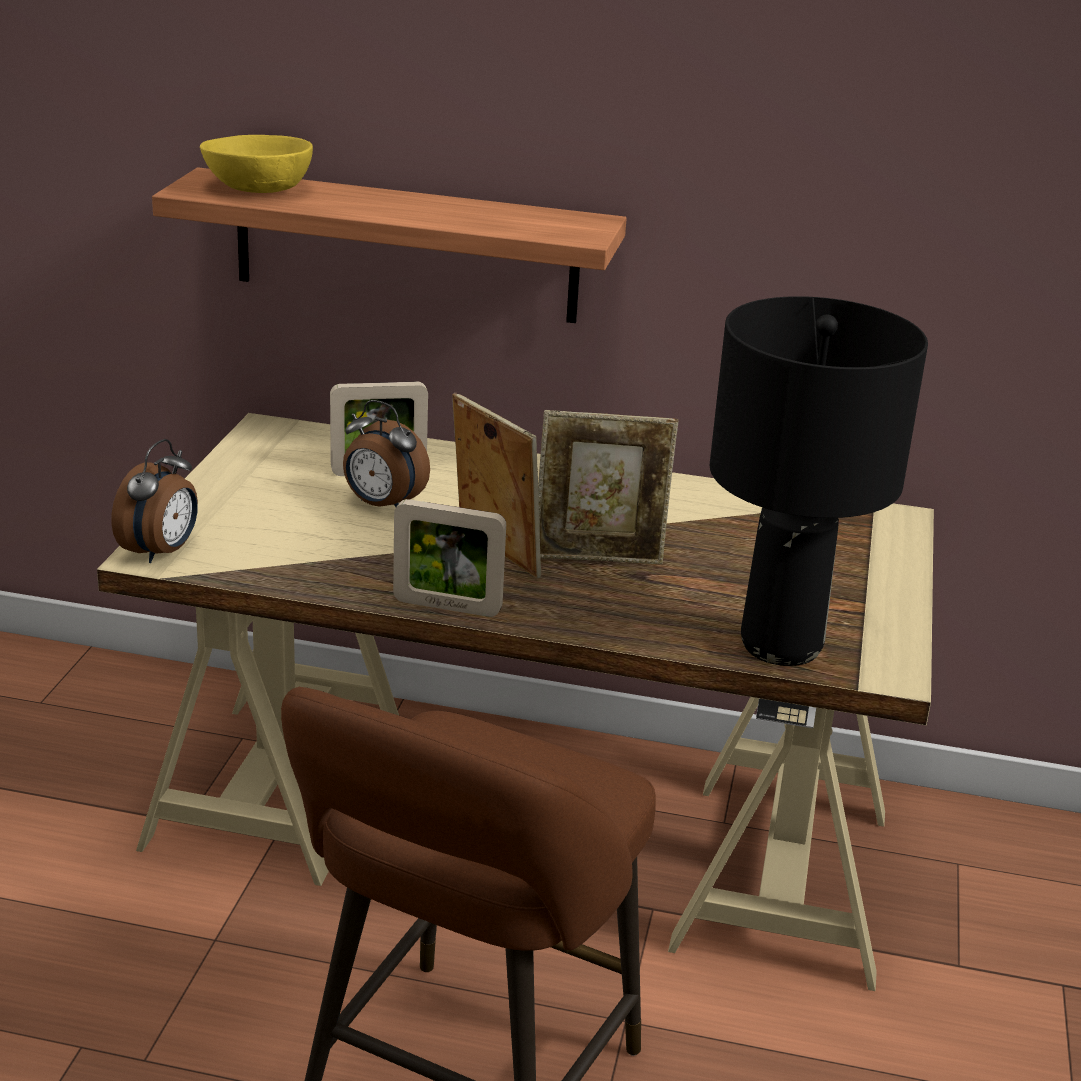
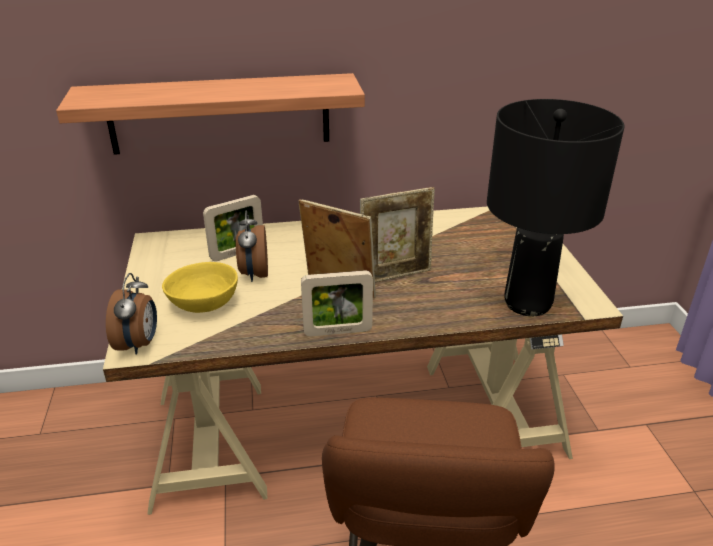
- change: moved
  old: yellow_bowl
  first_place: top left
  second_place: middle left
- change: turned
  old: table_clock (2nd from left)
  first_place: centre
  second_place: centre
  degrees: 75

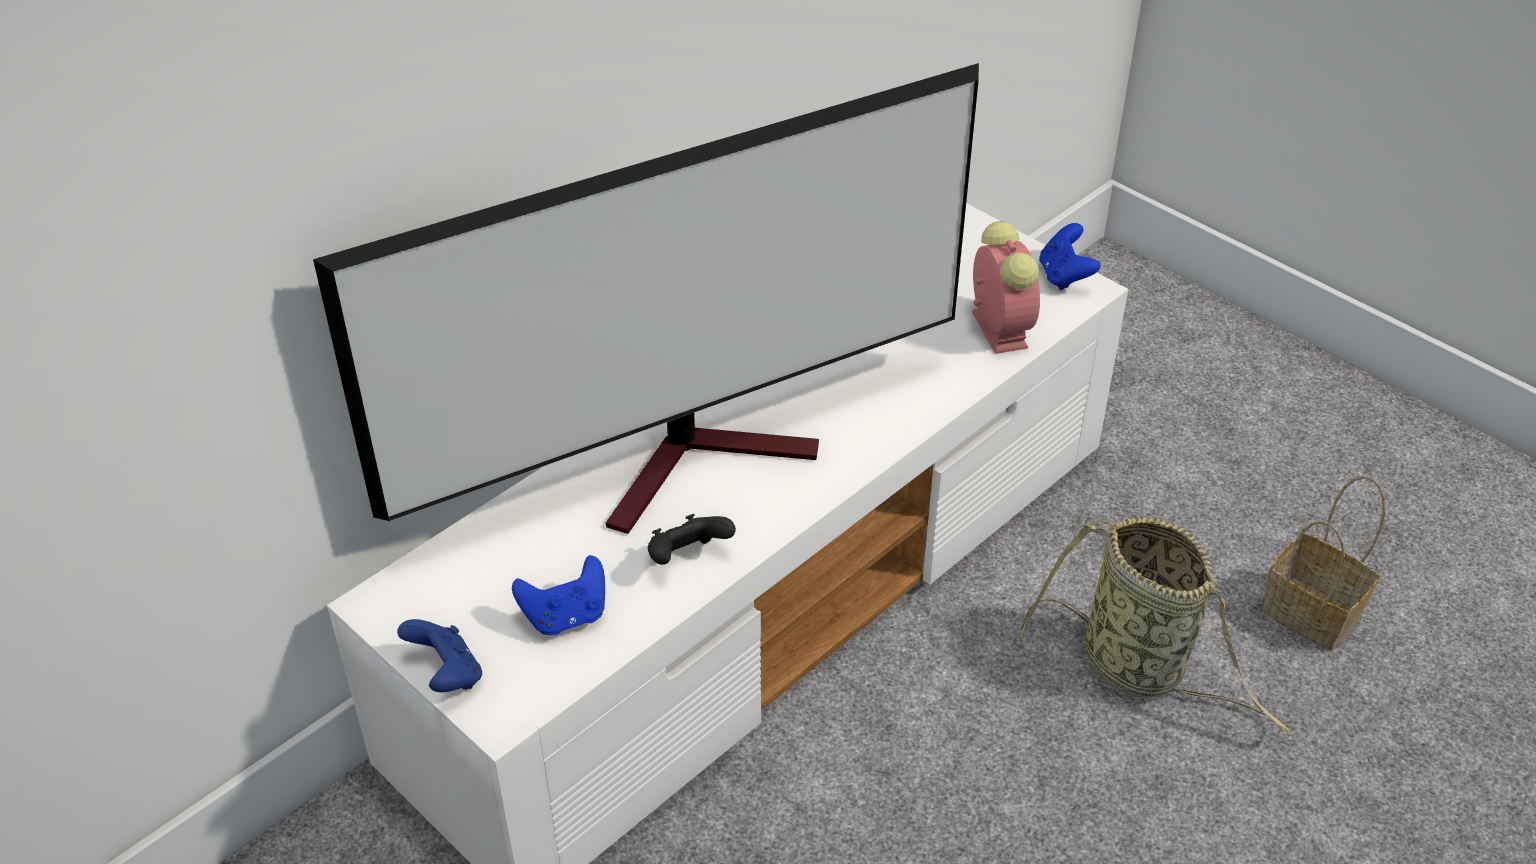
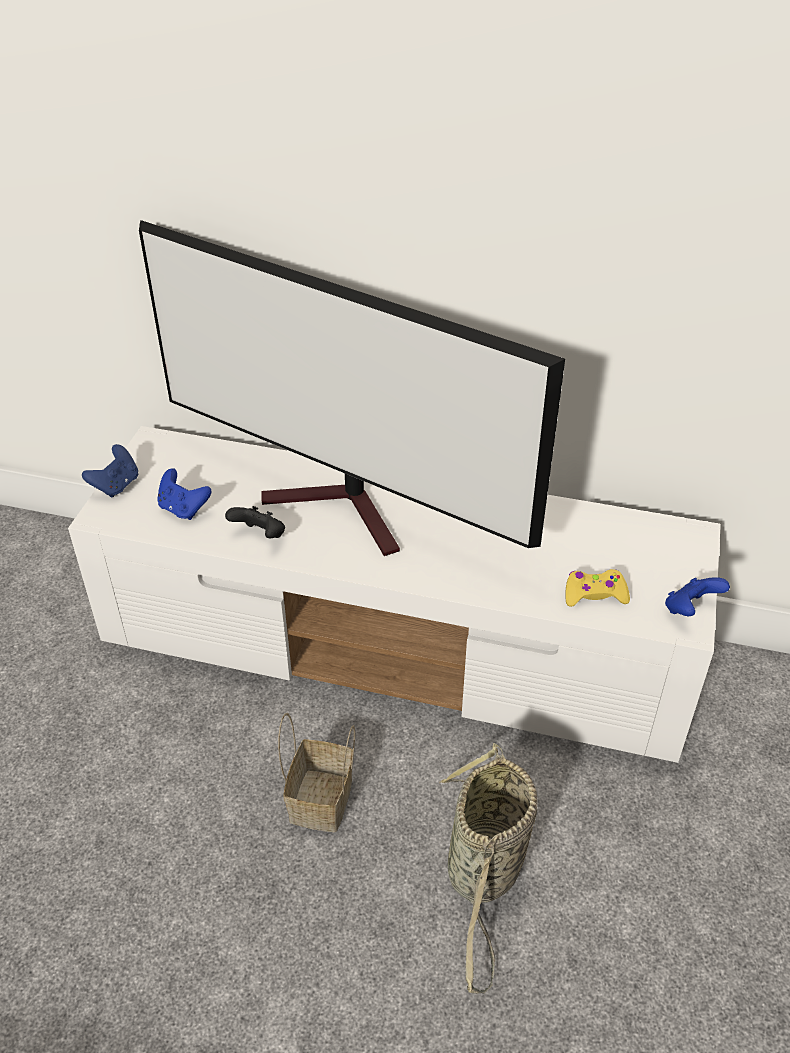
- change: moved
  old: storage_basket (2nd from left in the first image)
  new: storage_basket (1st from left)
  first_place: middle right
  second_place: bottom centre
- change: replaced
  old: table_clock
  new: yellow_gamepad
  first_place: top centre
  second_place: middle right

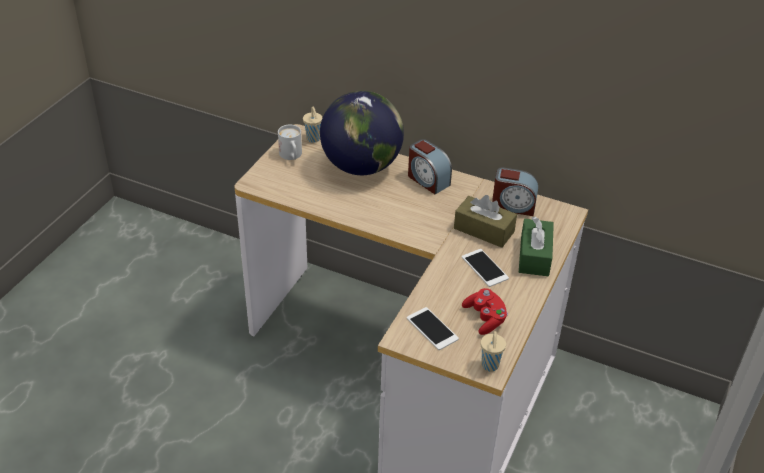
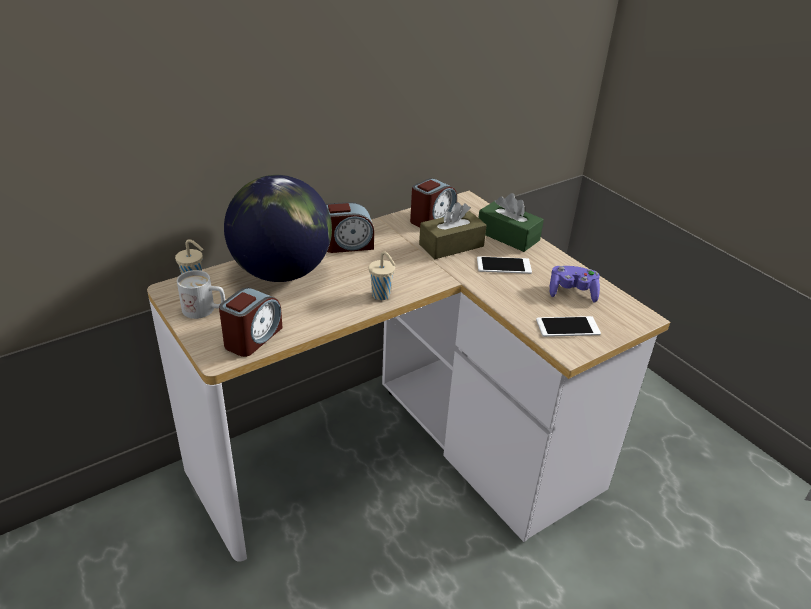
- change: added
  new: table_clock (1st from left)
  second_place: middle left
- change: moved
  old: beige_small_cup (2nd from left)
  first_place: bottom centre
  second_place: centre
- change: recoloured
  old: red_gamepad
  new: purple_gamepad
  first_place: centre
  second_place: middle right

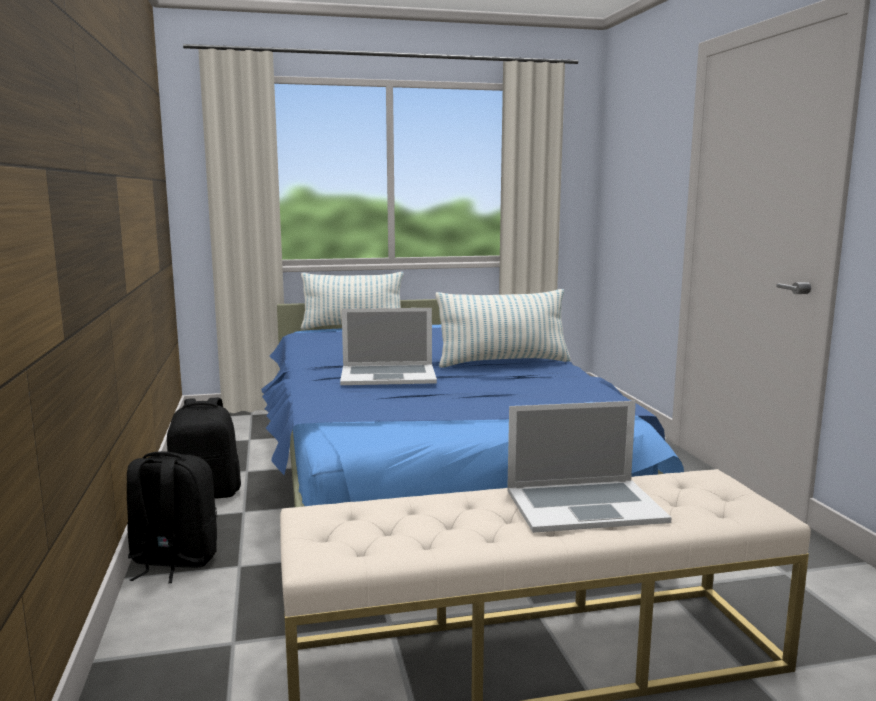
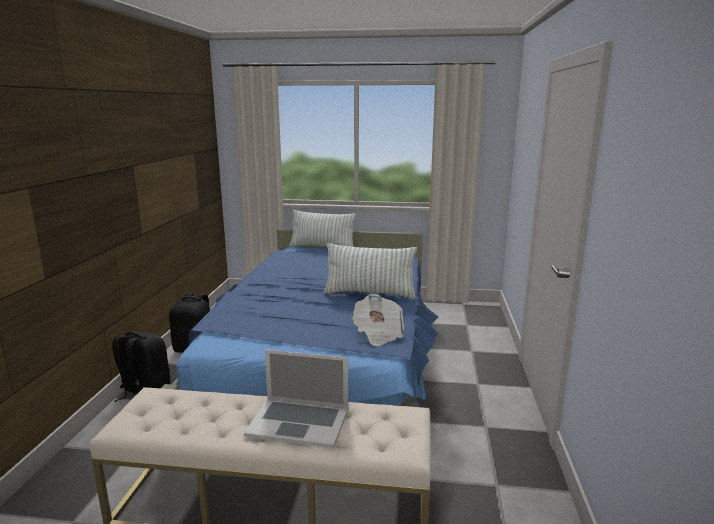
- change: added
  new: printed_paper
  second_place: centre
- change: removed
  old: portable_computer (1st from left)
  first_place: centre

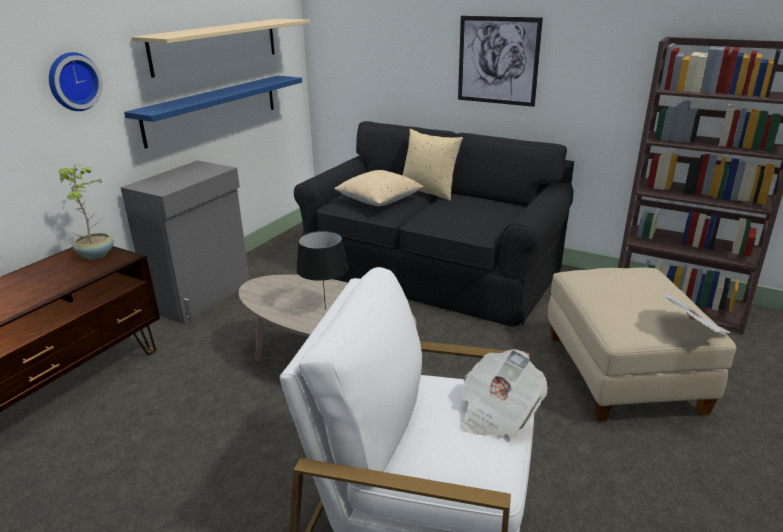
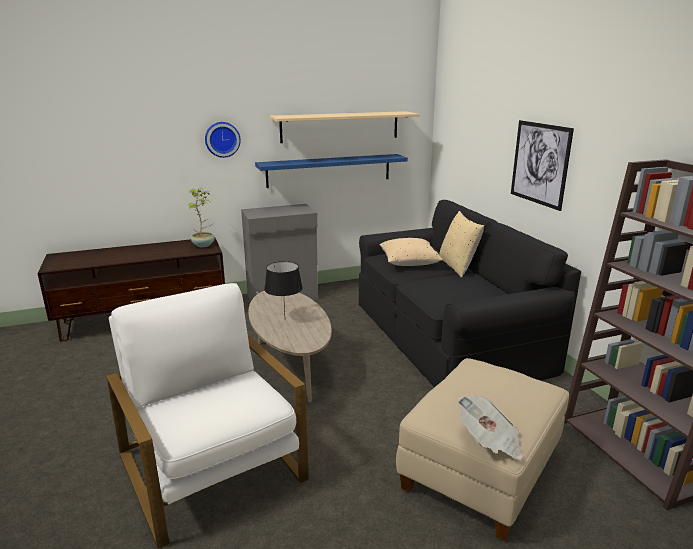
- change: removed
  old: printed_paper (1st from left)
  first_place: bottom centre

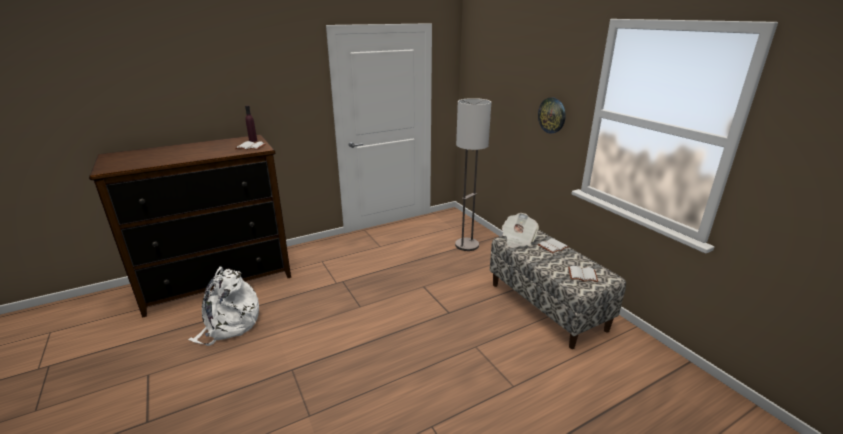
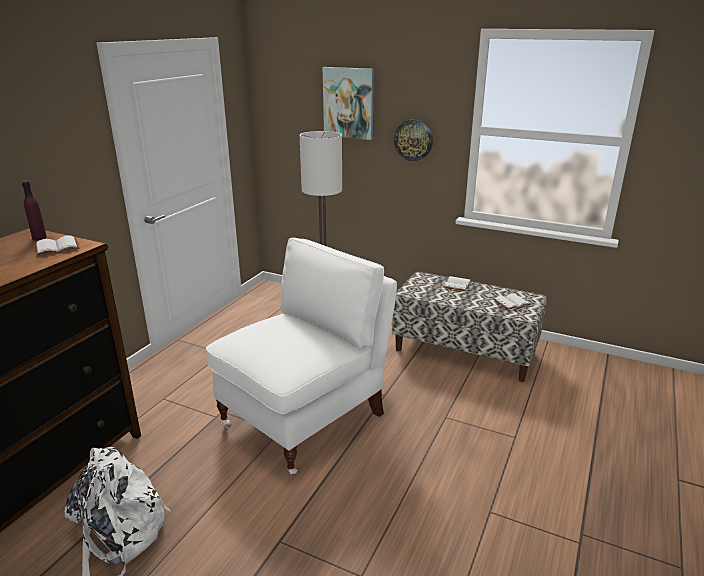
- change: added
  new: whitish_plain_chair
  second_place: centre
- change: added
  new: wall_art
  second_place: top centre
- change: removed
  old: printed_paper
  first_place: centre

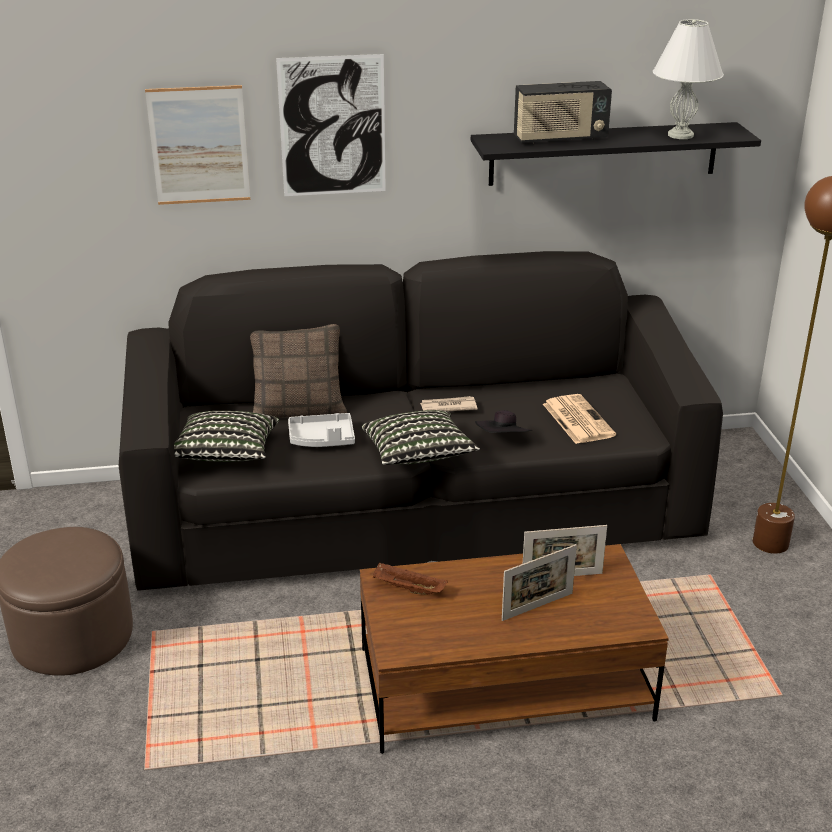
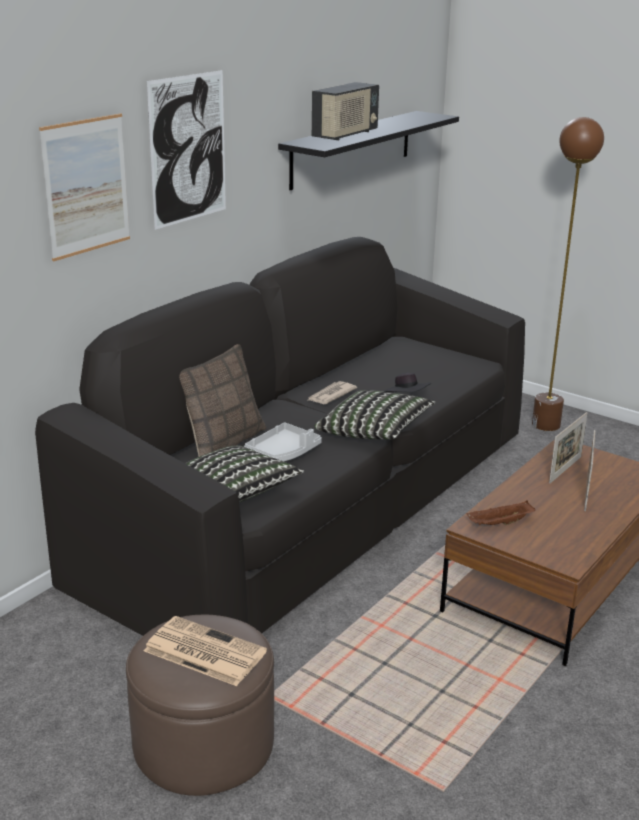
- change: moved
  old: printed_paper (2nd from left in the first image)
  new: printed_paper (1st from left)
  first_place: middle right
  second_place: bottom left
- change: removed
  old: whitish_table_lamp
  first_place: top right

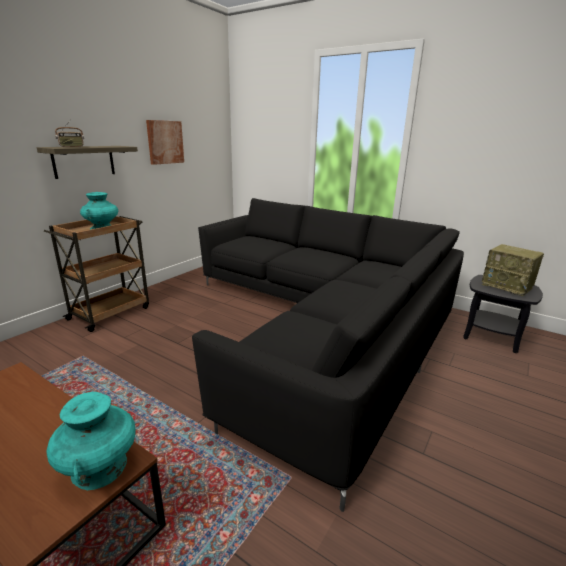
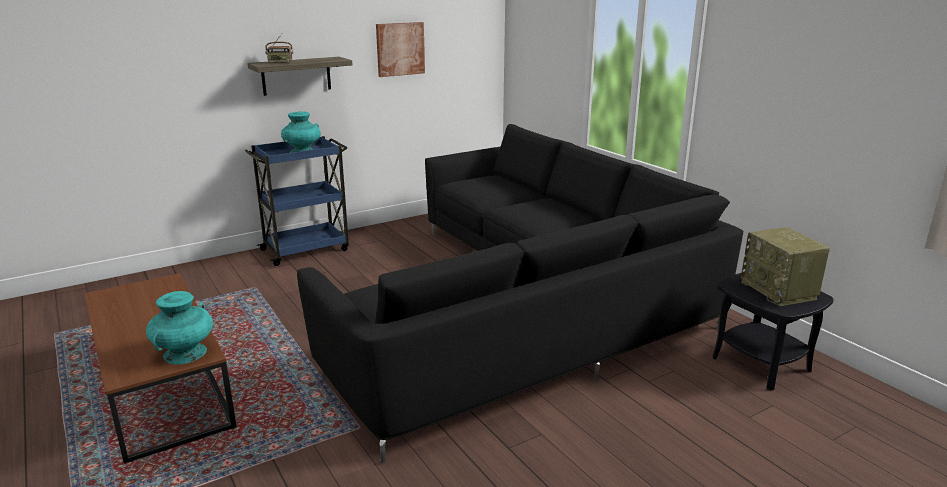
- change: recoloured
  old: brown_wheeled_cart
  new: blue-coloured_wheeled_cart
  first_place: middle left
  second_place: middle left

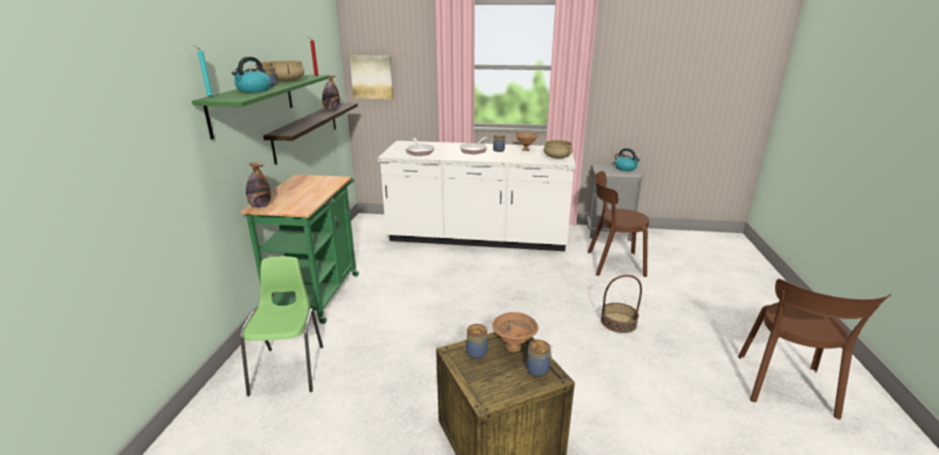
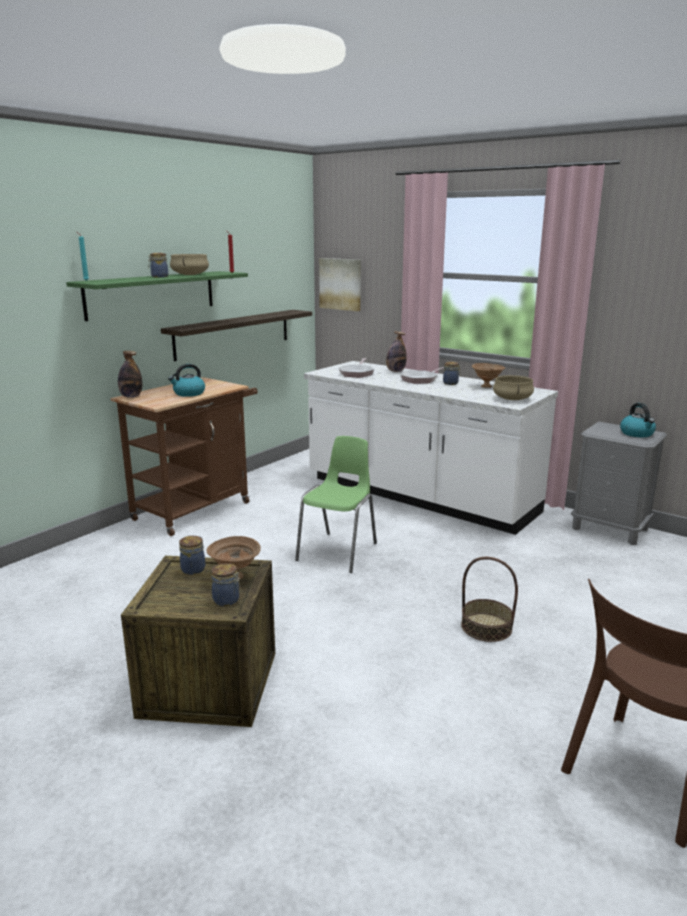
- change: recoloured
  old: green-coloured_wheeled_cart
  new: brown_wheeled_cart
  first_place: middle left
  second_place: middle left
- change: moved
  old: kettle (1st from left)
  first_place: top left
  second_place: middle left
- change: moved
  old: green-coloured_plain_chair
  first_place: bottom left
  second_place: centre
- change: moved
  old: beverage_bottle (2nd from left)
  first_place: top centre
  second_place: centre
- change: removed
  old: brown_plain_chair (1st from left)
  first_place: centre

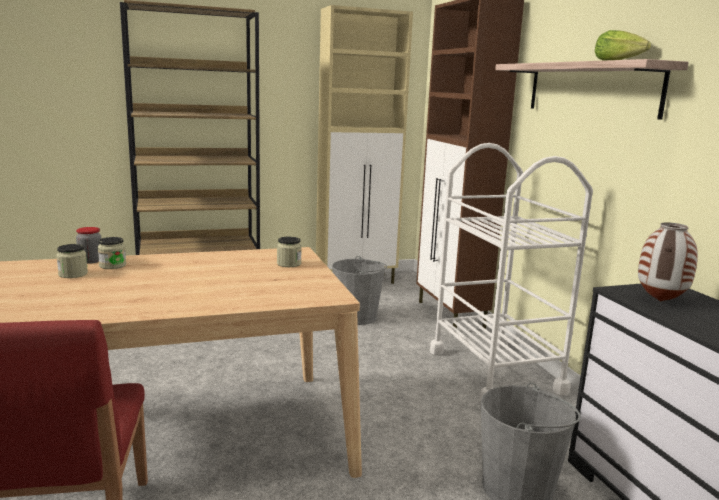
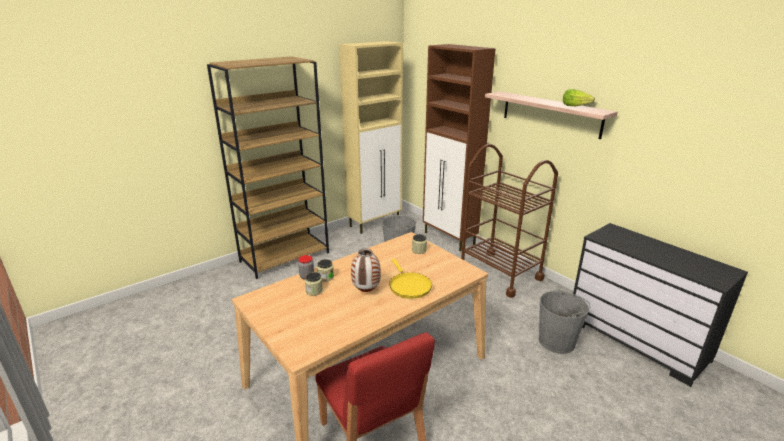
- change: moved
  old: decorative_vase
  first_place: middle right
  second_place: centre
- change: added
  new: yellow_skillet
  second_place: centre
- change: recoloured
  old: whitish_wheeled_cart
  new: brown_wheeled_cart
  first_place: middle right
  second_place: centre

